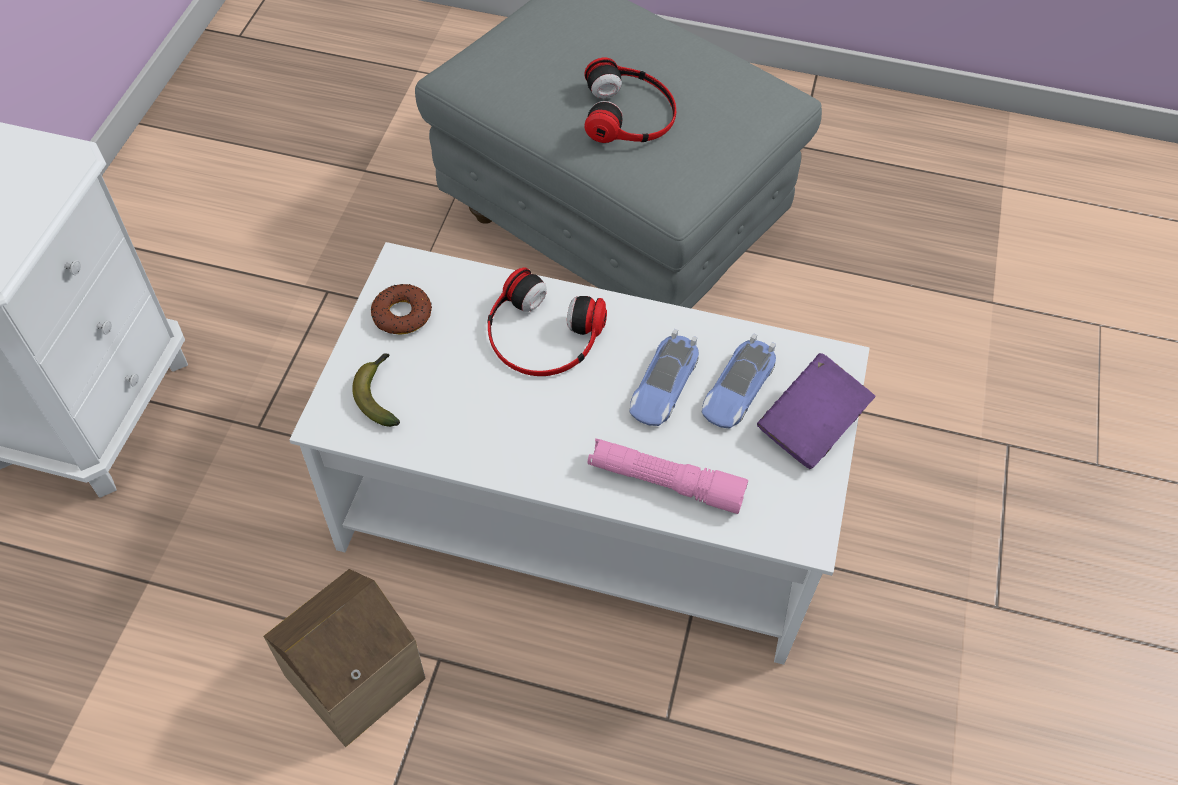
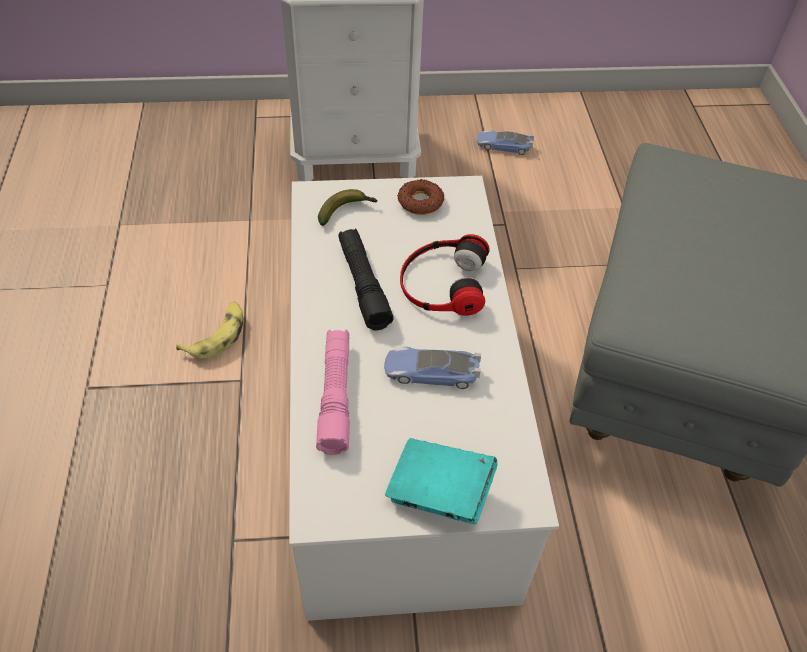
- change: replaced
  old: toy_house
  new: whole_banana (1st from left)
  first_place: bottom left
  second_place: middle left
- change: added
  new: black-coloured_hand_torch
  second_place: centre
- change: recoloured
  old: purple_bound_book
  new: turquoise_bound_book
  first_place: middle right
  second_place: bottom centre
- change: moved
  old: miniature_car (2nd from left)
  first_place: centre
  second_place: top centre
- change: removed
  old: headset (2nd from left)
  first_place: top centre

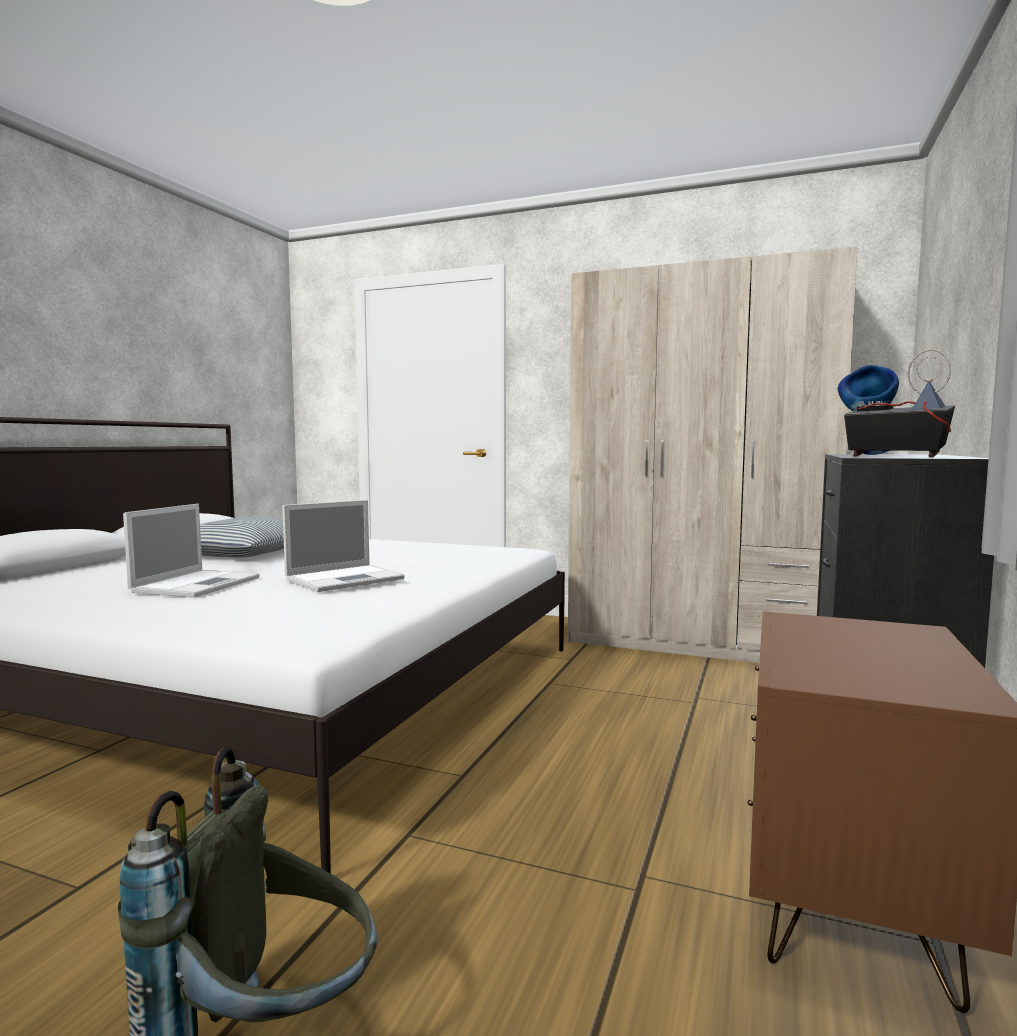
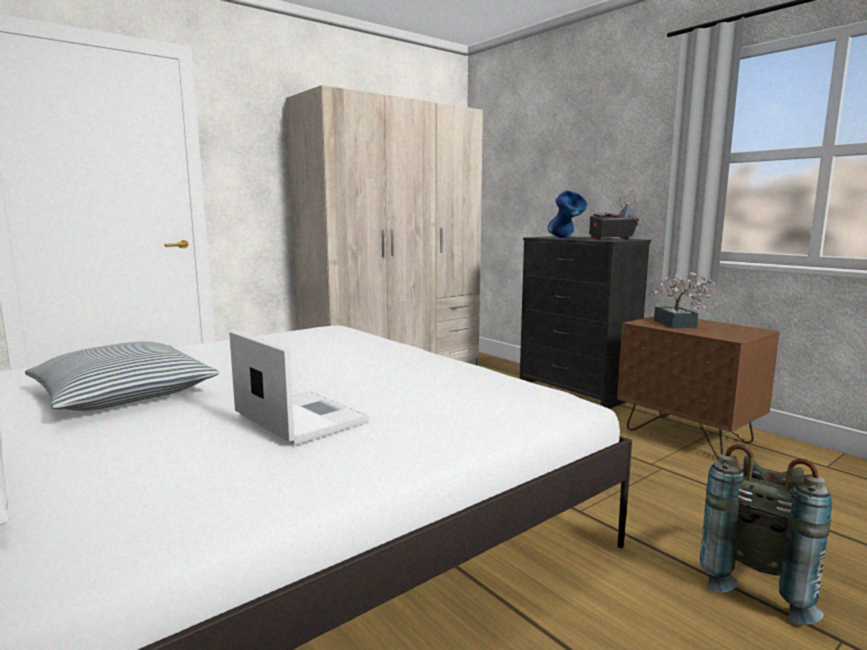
- change: added
  new: houseplant
  second_place: middle right
- change: removed
  old: portable_computer (2nd from left)
  first_place: centre

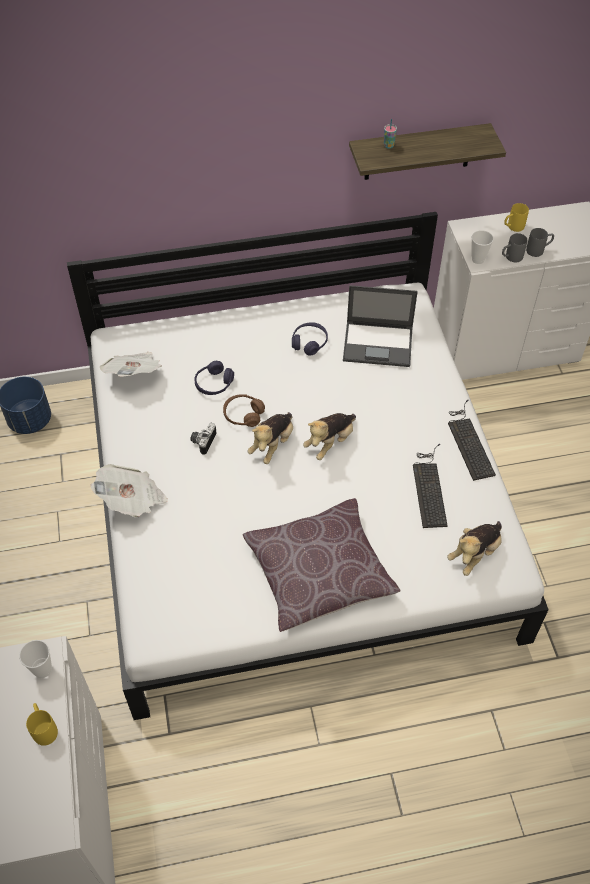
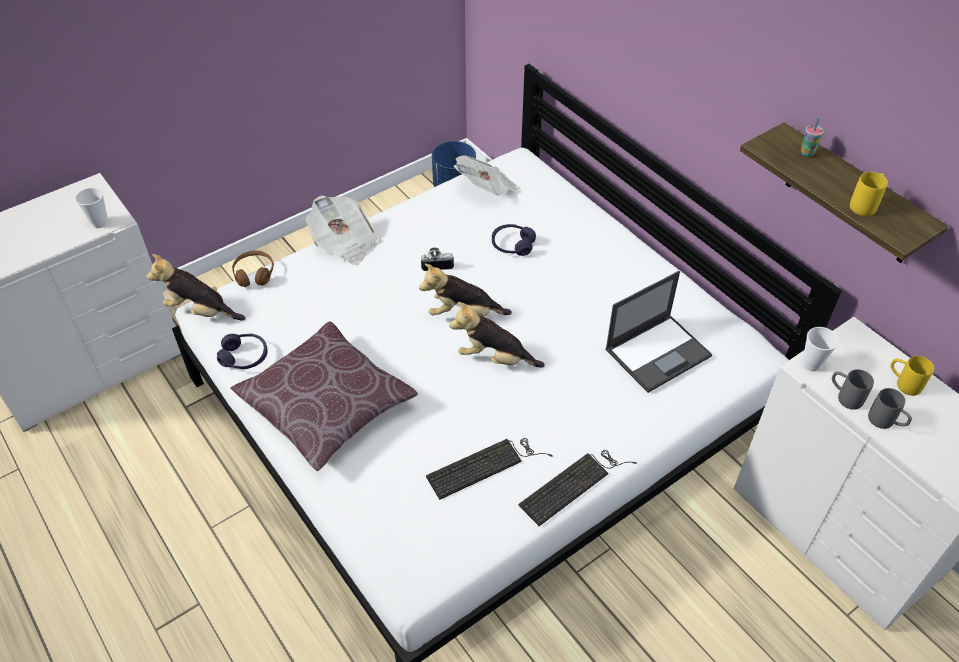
- change: moved
  old: soft_toy (3rd from left in the first image)
  new: soft_toy (1st from left)
  first_place: middle right
  second_place: middle left
- change: moved
  old: purple_headset (2nd from left in the first image)
  new: purple_headset (1st from left)
  first_place: centre
  second_place: middle left
- change: moved
  old: brown_headset
  first_place: centre
  second_place: middle left
- change: turned
  old: portable_computer
  first_place: centre
  second_place: middle right
  degrees: -105
- change: moved
  old: yellow_tea_mug (1st from left)
  first_place: bottom left
  second_place: top right

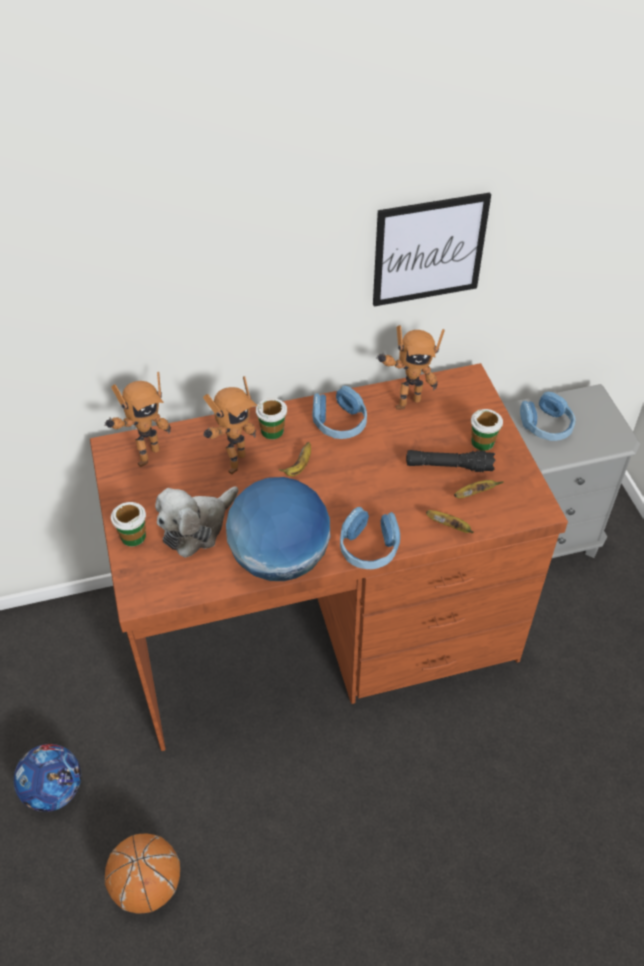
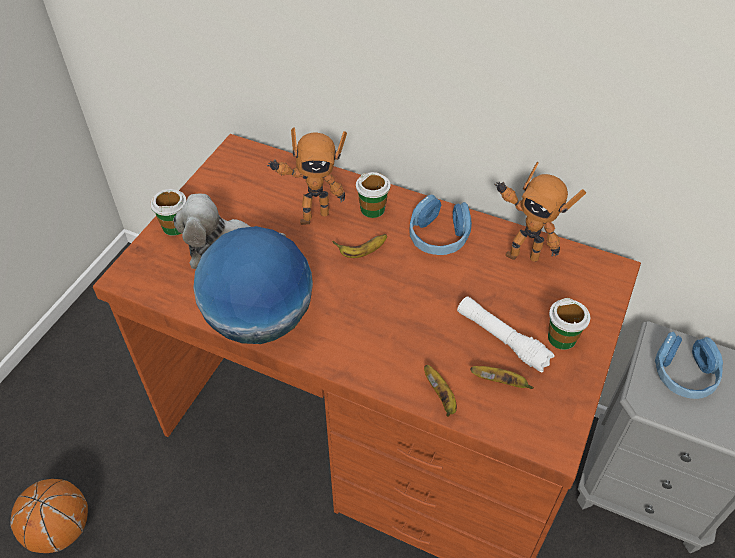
- change: recoloured
  old: black-coloured_hand_torch
  new: whitish_hand_torch
  first_place: middle right
  second_place: middle right
- change: removed
  old: football_ball
  first_place: bottom left
- change: removed
  old: robot_figure (1st from left)
  first_place: middle left
- change: removed
  old: blue-coloured_headset (2nd from left)
  first_place: centre
- change: removed
  old: wall_art
  first_place: top right

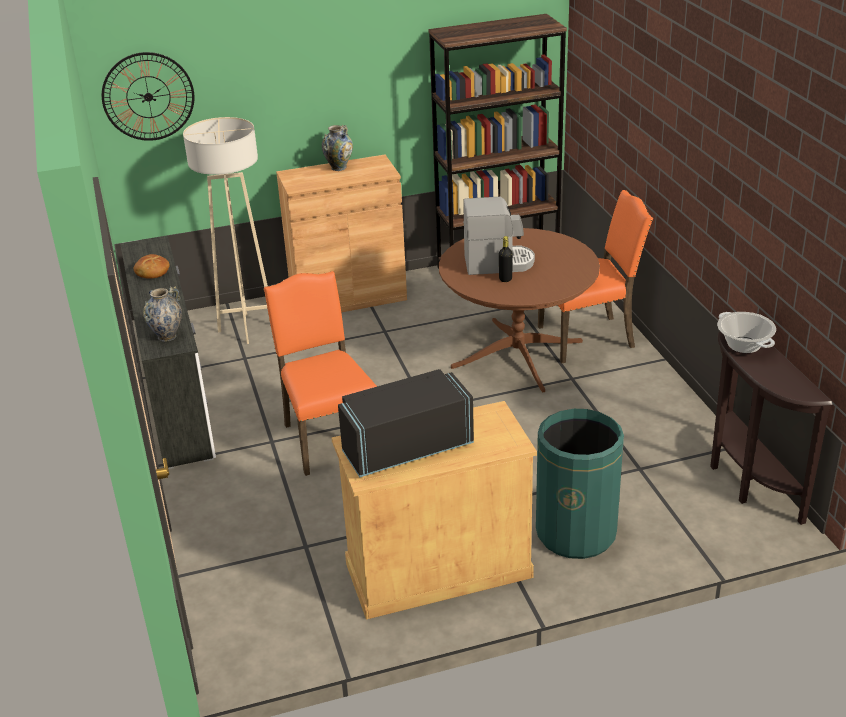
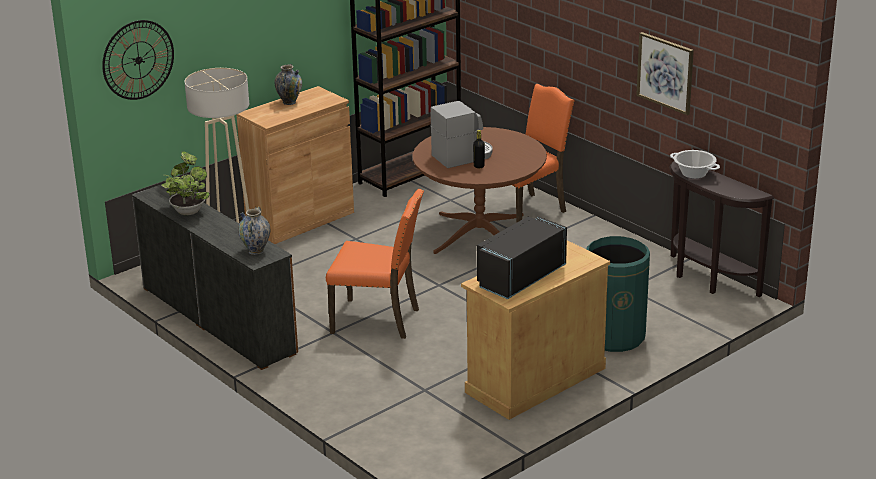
- change: recoloured
  old: whitish_chest_of_drawers
  new: brown_chest_of_drawers
  first_place: middle left
  second_place: middle left
- change: replaced
  old: bread
  new: houseplant
  first_place: middle left
  second_place: middle left
- change: turned
  old: orange_plain_chair (1st from left)
  first_place: centre
  second_place: centre
  degrees: 150
- change: added
  new: wall_art
  second_place: top right

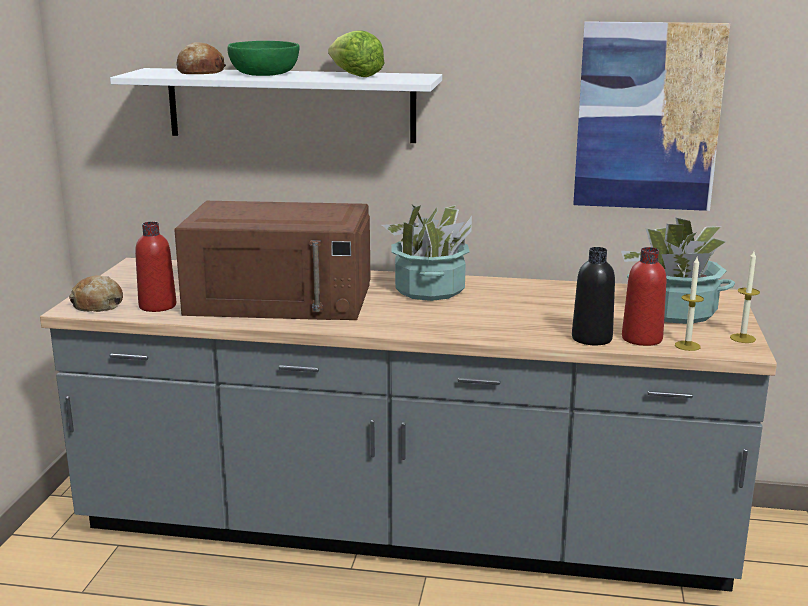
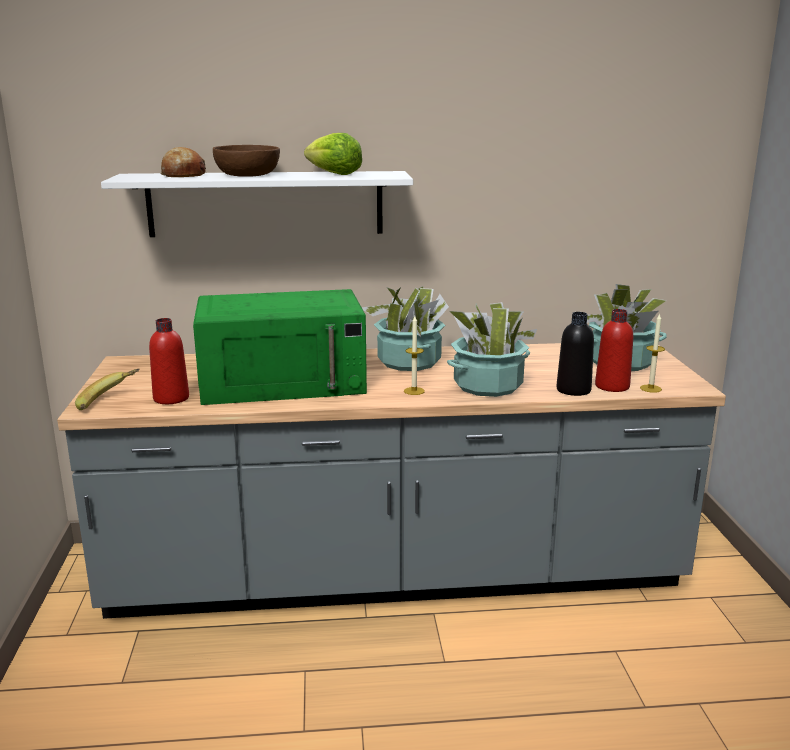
- change: replaced
  old: bread (1st from left)
  new: whole_banana
  first_place: middle left
  second_place: middle left
- change: recoloured
  old: brown_microwave
  new: green-coloured_microwave
  first_place: centre
  second_place: centre
- change: recoloured
  old: green-coloured_bowl
  new: brown_bowl
  first_place: top left
  second_place: top left
- change: moved
  old: candle (2nd from left in the first image)
  new: candle (1st from left)
  first_place: middle right
  second_place: centre
- change: added
  new: houseplant (2nd from left)
  second_place: centre
- change: removed
  old: wall_art
  first_place: top right

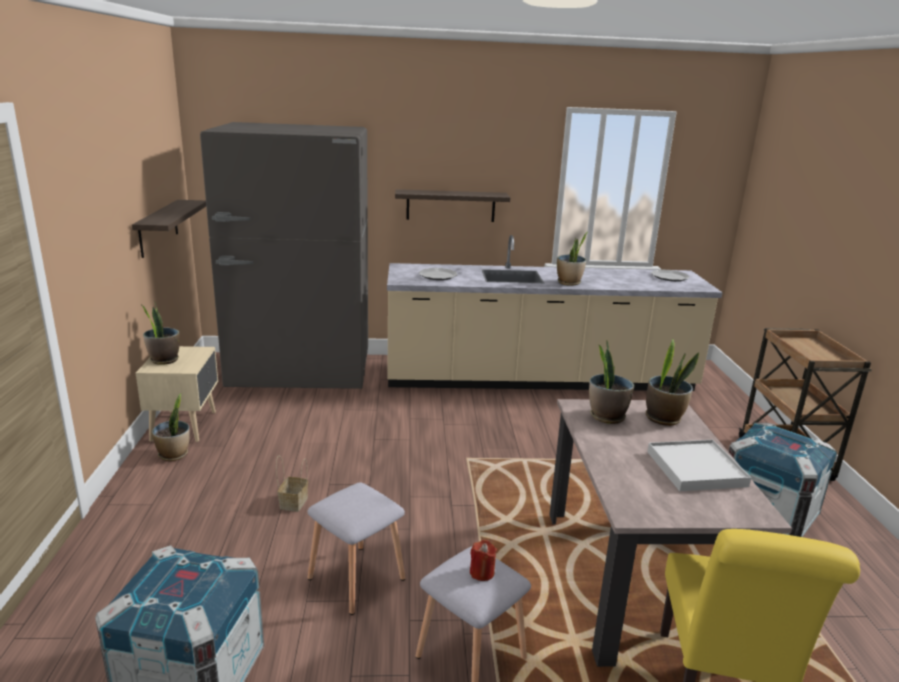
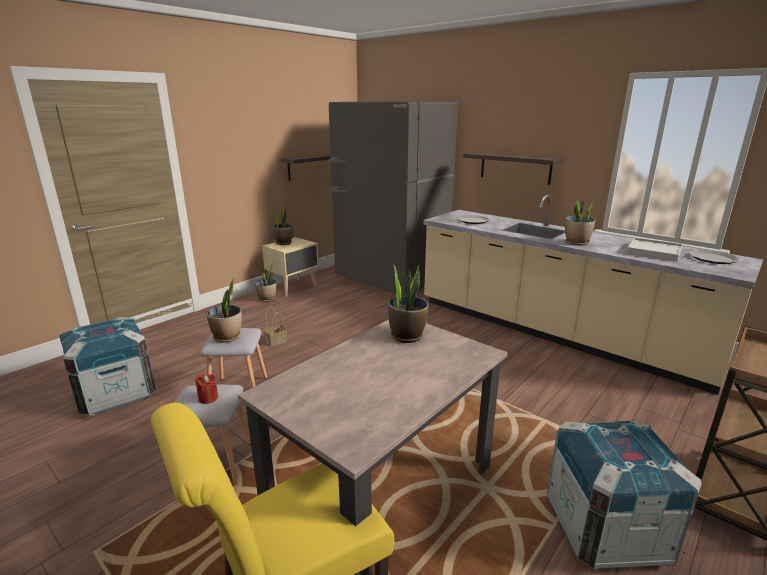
- change: moved
  old: houseplant (5th from left in the first image)
  new: houseplant (1st from left)
  first_place: middle right
  second_place: middle left
- change: moved
  old: whitish_serving_tray
  first_place: bottom right
  second_place: middle right

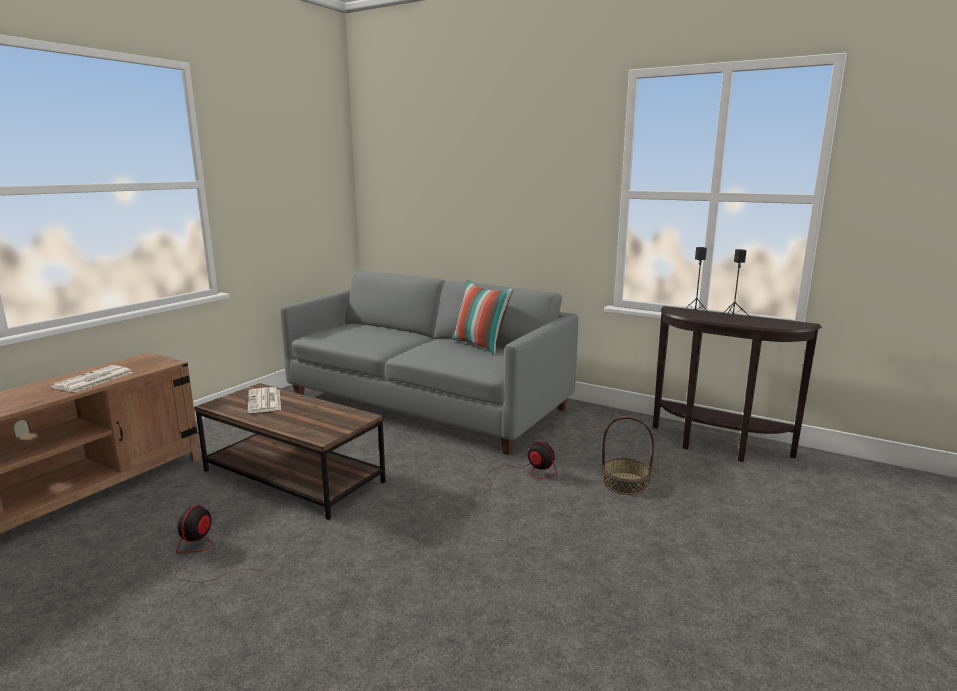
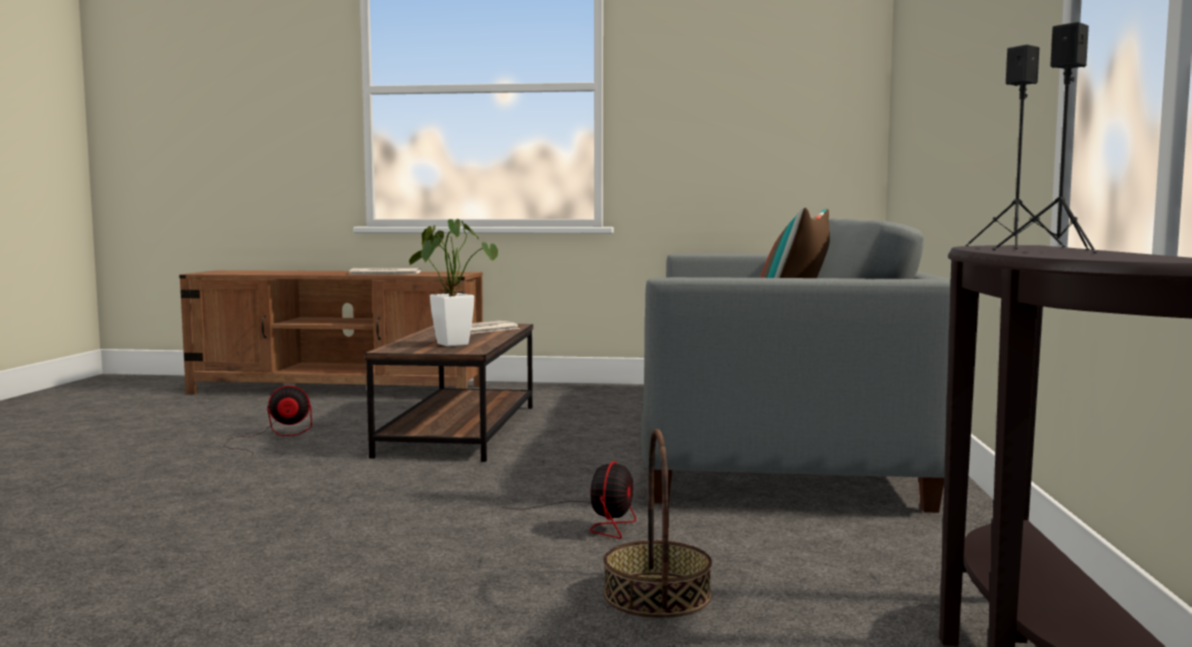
- change: added
  new: houseplant
  second_place: centre

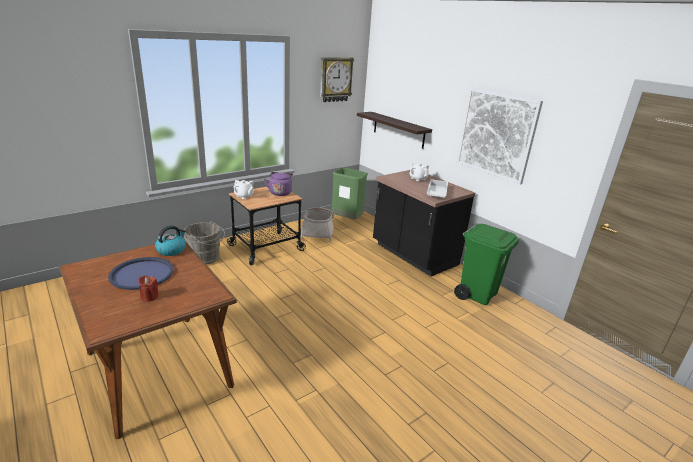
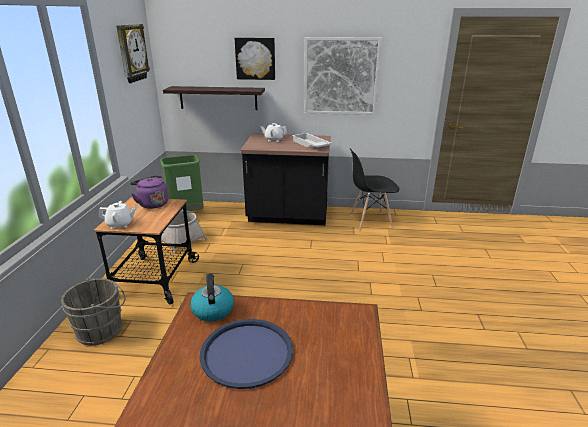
- change: added
  new: wall_art (1st from left)
  second_place: top centre
- change: replaced
  old: green-coloured_rubbish_bin (2nd from left)
  new: black-coloured_plain_chair
  first_place: middle right
  second_place: centre
- change: removed
  old: red_candle
  first_place: middle left

